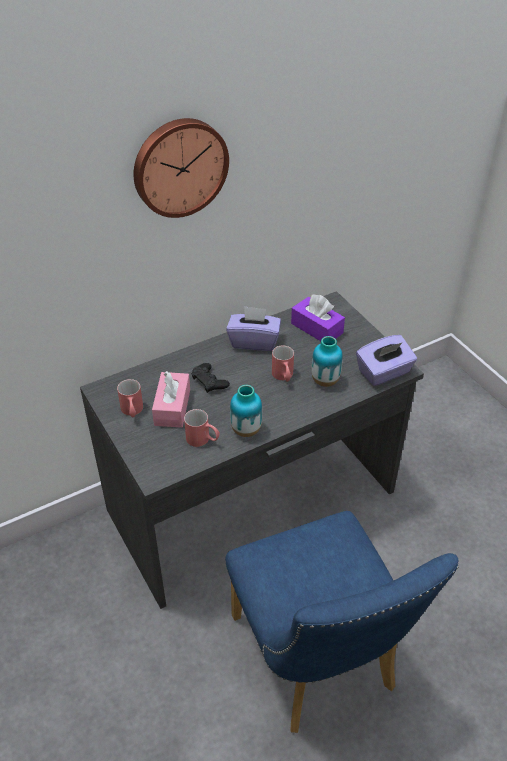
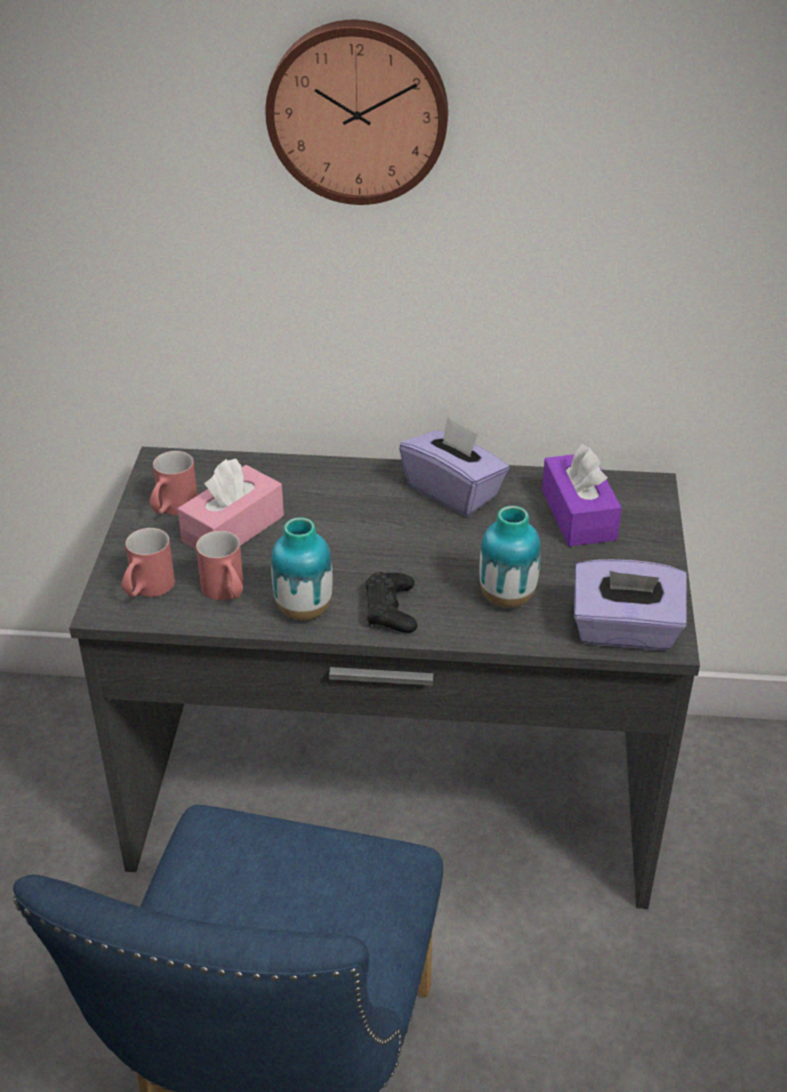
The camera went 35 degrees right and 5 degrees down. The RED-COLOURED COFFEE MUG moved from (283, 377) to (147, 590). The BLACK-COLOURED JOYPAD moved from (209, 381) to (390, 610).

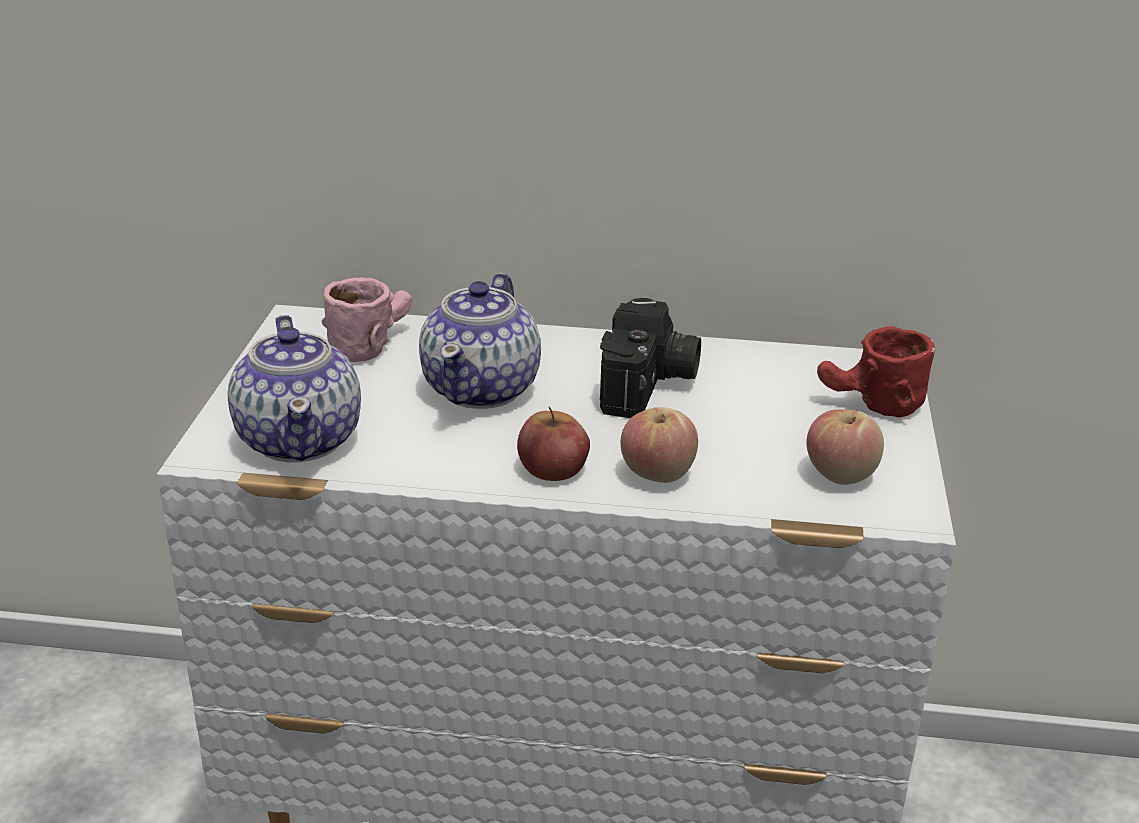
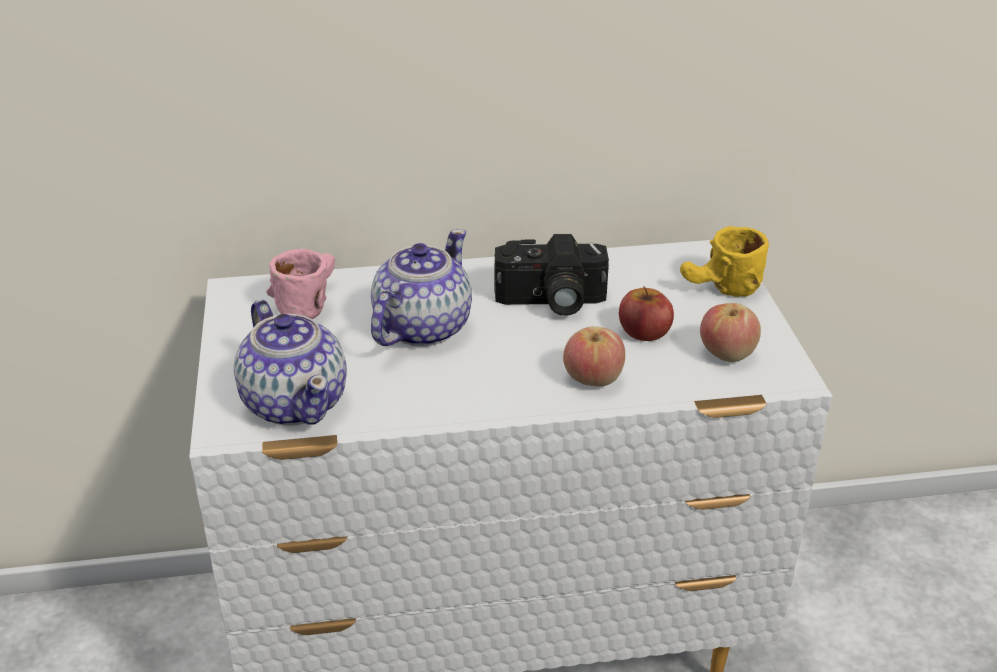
The camera went 15 degrees left and 5 degrees up. The TEA POT at (482, 388) turned 150 degrees counterclockwise. The PHOTO CAMERA at (650, 385) turned 90 degrees clockwise. The RED-COLOURED COFFEE MUG at (870, 406) became the YELLOW-COLOURED COFFEE MUG at (721, 290). The APPLE moved from (552, 468) to (644, 330).

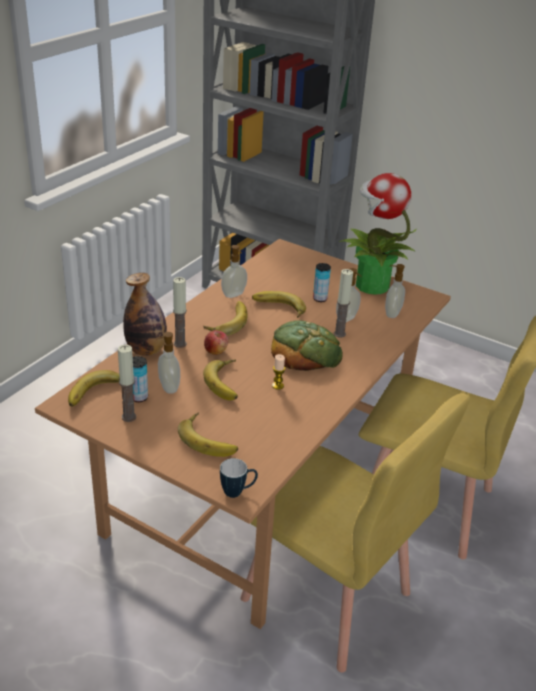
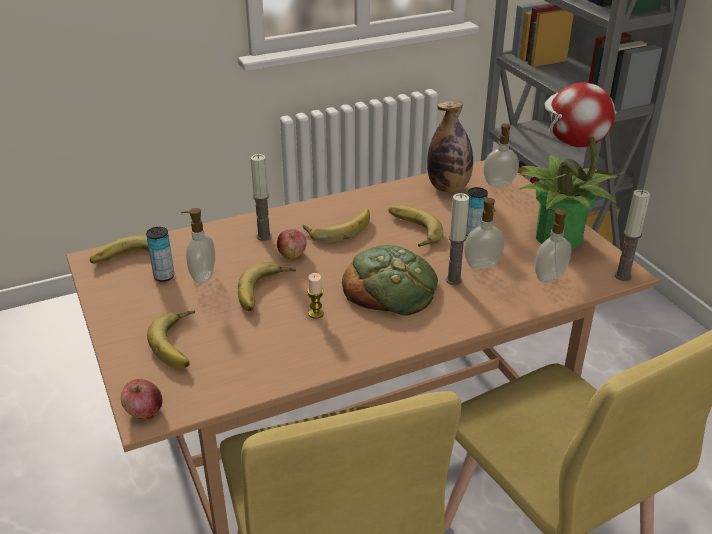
The camera went 35 degrees right and 0 degrees up. The SOAP DISPENSER moved from (234, 295) to (499, 184). The BEVERAGE BOTTLE moved from (146, 350) to (448, 187). The CANDLE moved from (129, 417) to (622, 276). The COFFEE MUG at (238, 492) was replaced by the APPLE at (144, 411).

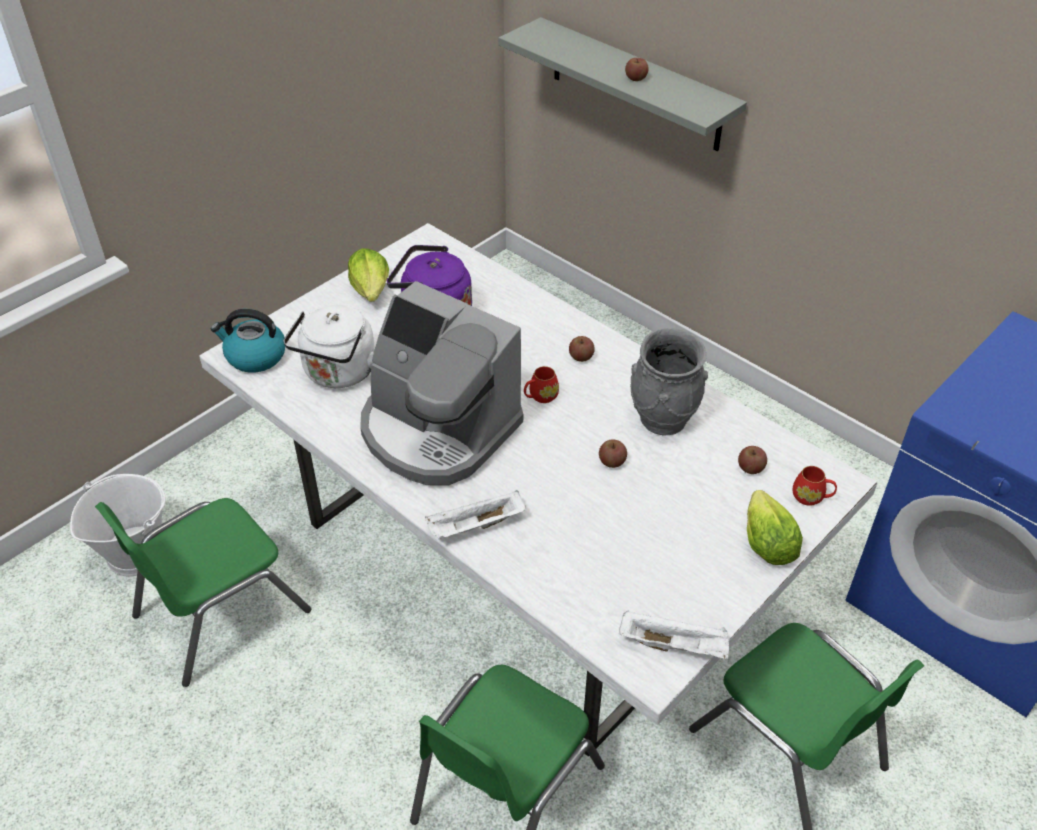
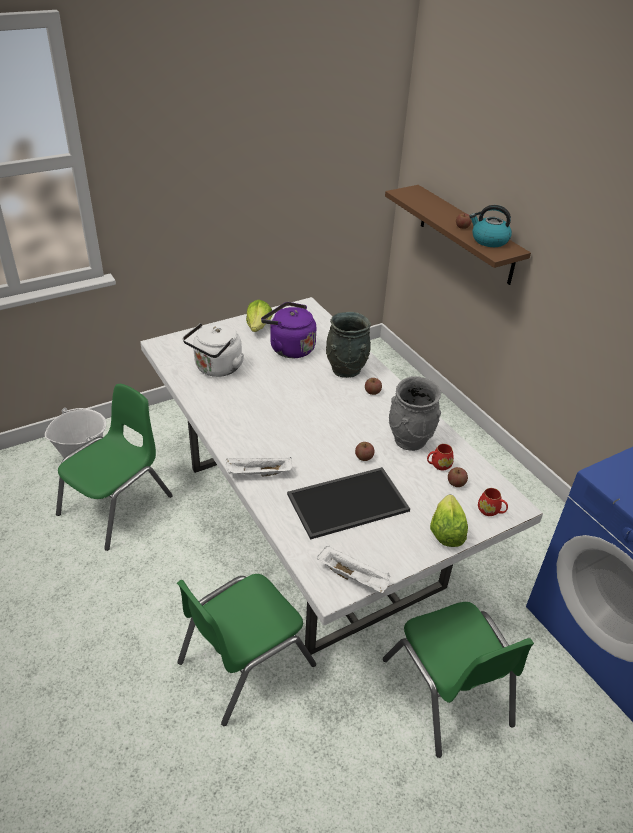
The camera went 15 degrees right and 5 degrees down. The GREY BRACKET SHELF at (635, 85) became the BROWNISH BRACKET SHELF at (466, 234). The COFFEE MACHINE at (437, 430) disappeared. The KETTLE moved from (255, 356) to (489, 240). The RED-COLOURED COFFEE MUG moved from (540, 397) to (438, 465). The GREENISH CHAIR at (220, 612) turned 150 degrees clockwise. The GREY VASE at (346, 369) appeared. The SERVING TRAY at (348, 501) appeared.

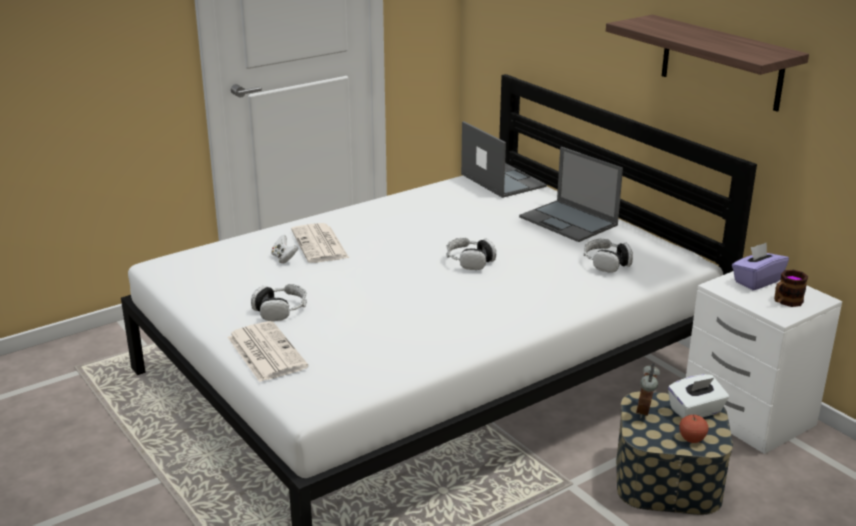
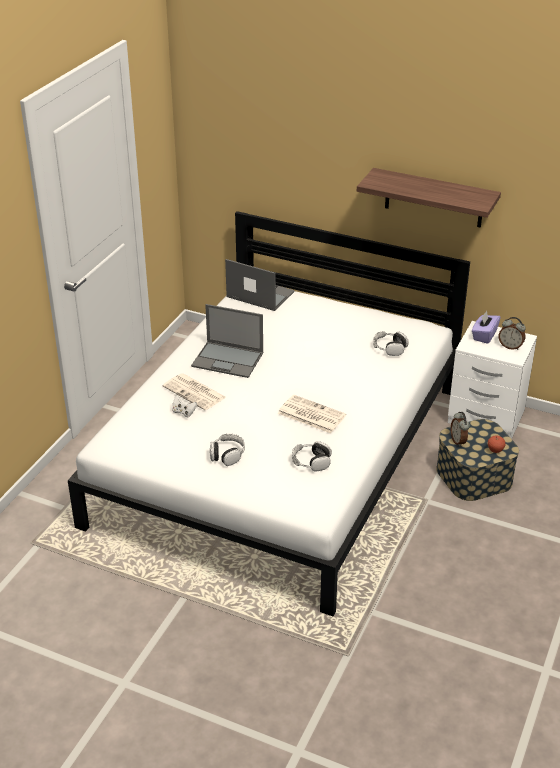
The camera went 30 degrees left and 10 degrees up. The PORTABLE COMPUTER moved from (569, 221) to (228, 360). The HEADPHONES moved from (470, 261) to (311, 462). The COFFEE MUG at (786, 302) was replaced by the TABLE CLOCK at (510, 346). The NEWSPAPER moved from (265, 352) to (310, 414). The WHITE-COLOURED TISSUE BOX at (696, 411) disappeared.

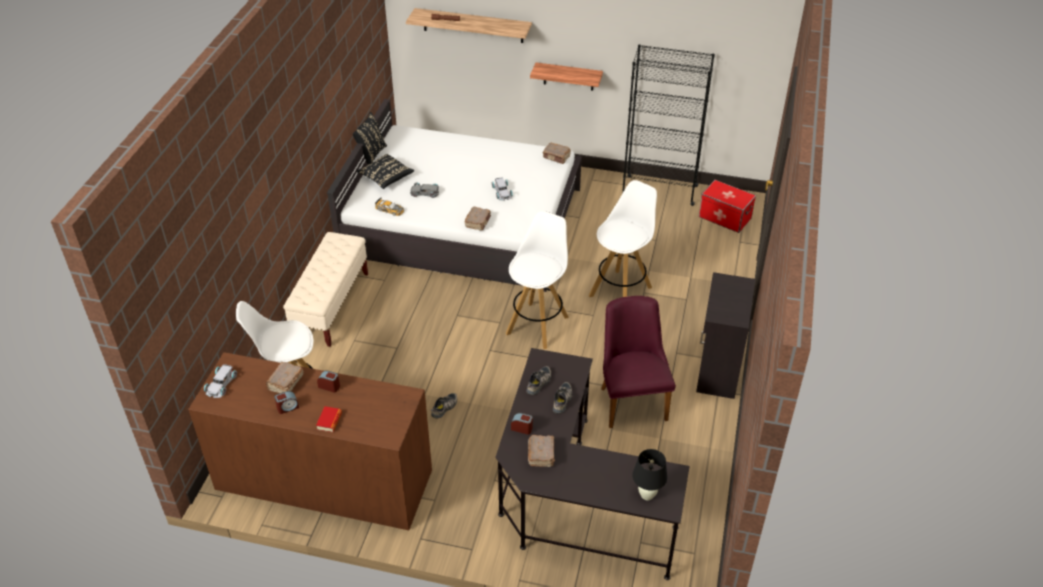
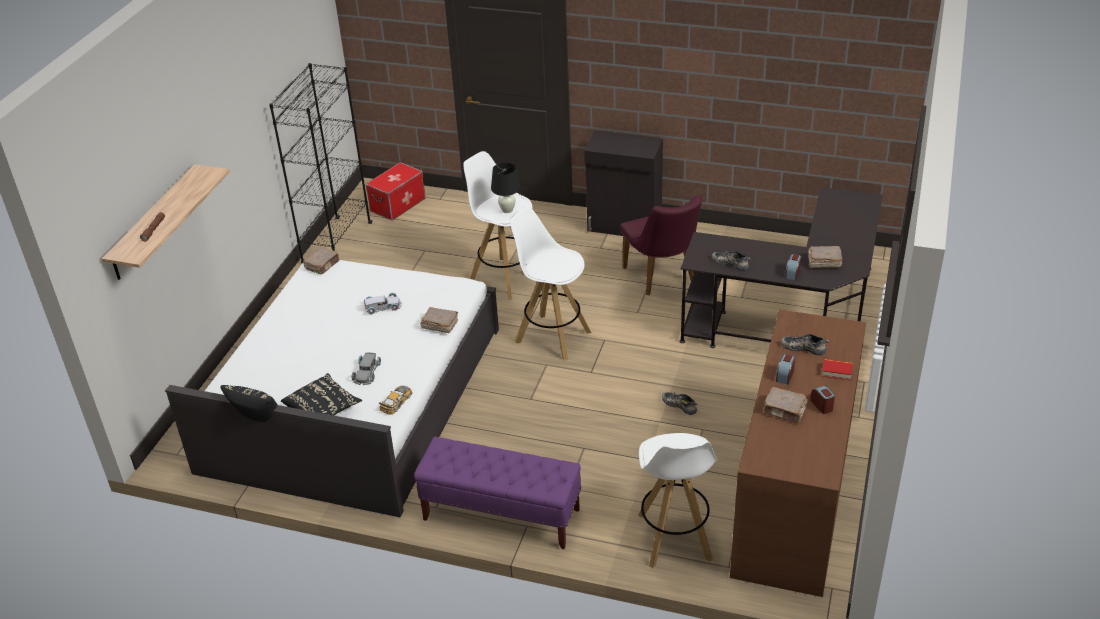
The camera went 85 degrees left and 5 degrees down. The BRACKET SHELF at (568, 76) disappeared. The BEIGE LONG SEAT at (331, 306) became the PURPLE-COLOURED LONG SEAT at (501, 515). The PURPLE-COLOURED CHAIR at (631, 398) turned 105 degrees counterclockwise. The WHITE-COLOURED MODEL CAR at (220, 384) disappeared. The SHOE moved from (563, 400) to (804, 347). The BLACK-COLOURED LAMP FOR A TABLE moved from (647, 495) to (507, 210).

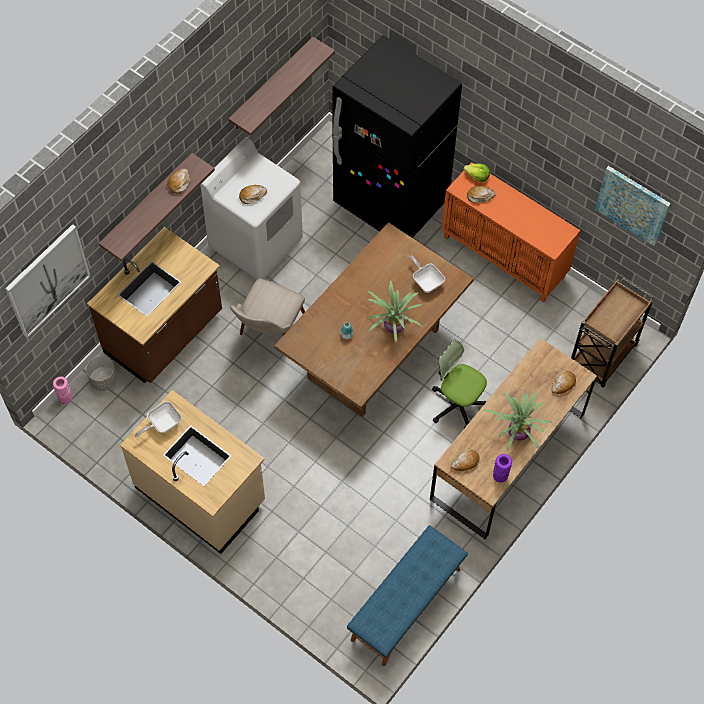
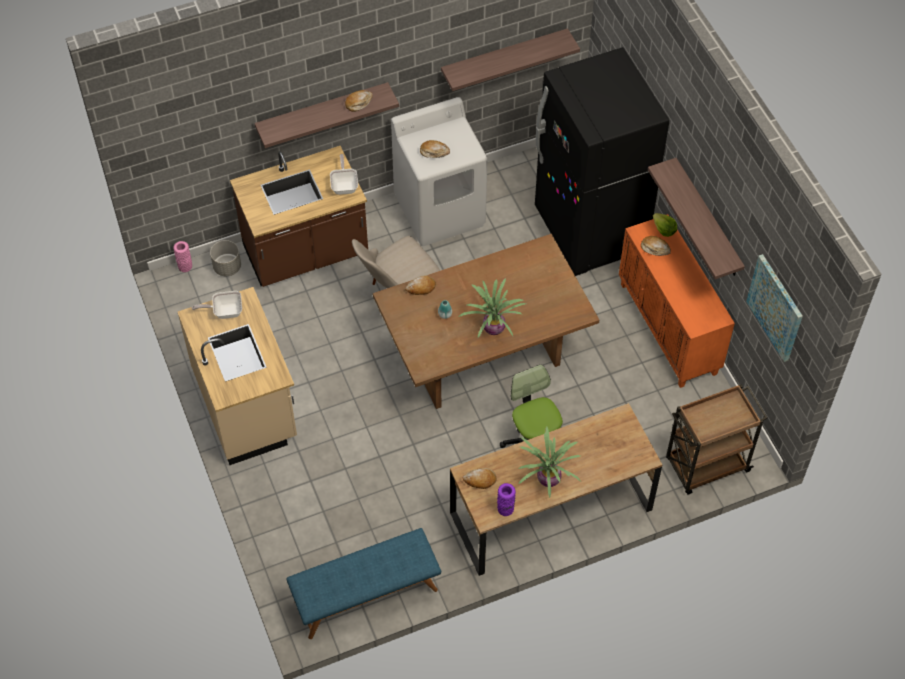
The camera went 30 degrees right and 5 degrees down. The PICTURE at (47, 280) disappeared. The PAN moved from (426, 281) to (344, 185). The BREAD moved from (563, 384) to (421, 288). The BRACKET SHELF at (707, 219) appeared.

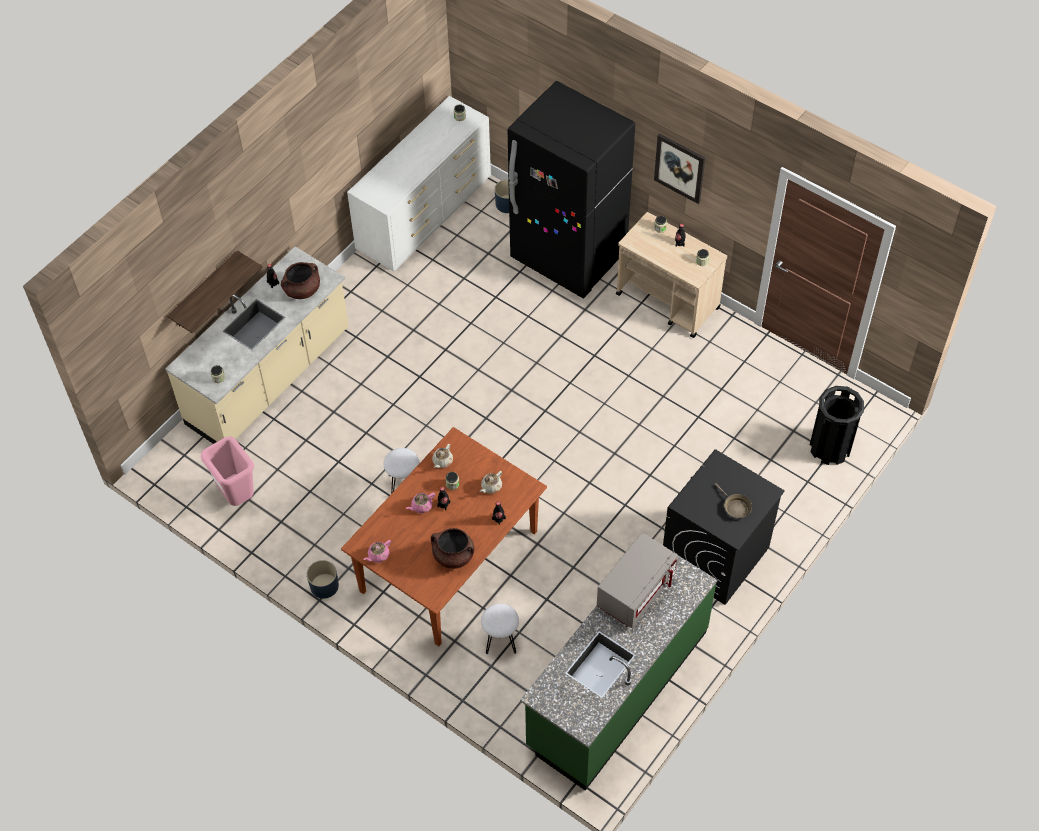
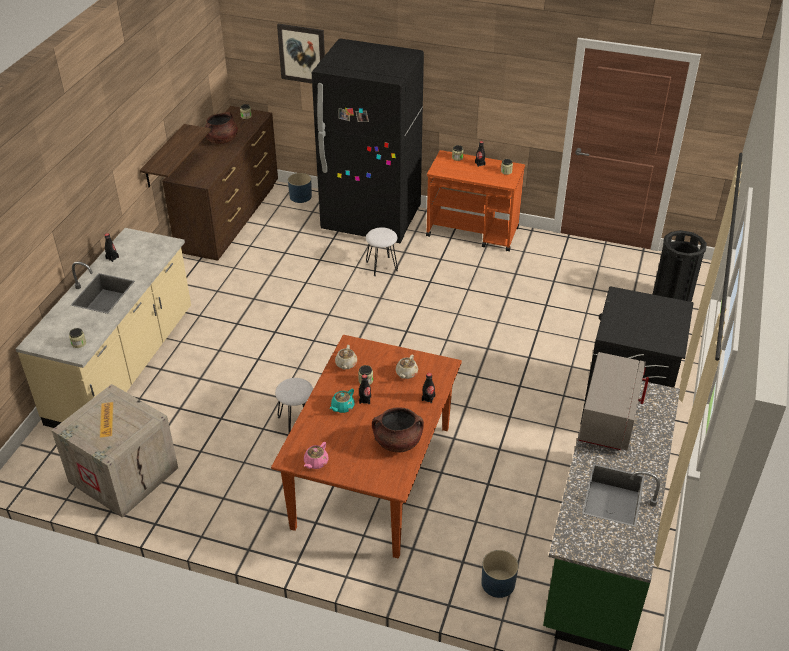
The camera went 20 degrees left and 15 degrees down. The WHITE-COLOURED DRESSER at (425, 216) became the BROWNISH DRESSER at (230, 218). The PICTURE moved from (680, 168) to (302, 54). The BEIGE TROLLEY at (668, 301) became the ORANGEY TROLLEY at (473, 232). The BRACKET SHELF moved from (204, 291) to (164, 157). The BROWNISH COOKING POT moved from (302, 290) to (222, 140). The PINKISH TRASH CAN at (237, 496) was replaced by the PACKING CRATE at (122, 475). The BROWNISH PAN at (735, 507) disappeared. The PINKISH TEA POT at (421, 506) became the BLUE-GREEN TEA POT at (342, 407). The BLUE FLOWER POT moved from (324, 586) to (498, 583). The WHITE-COLOURED STOOL moved from (500, 640) to (381, 266).

